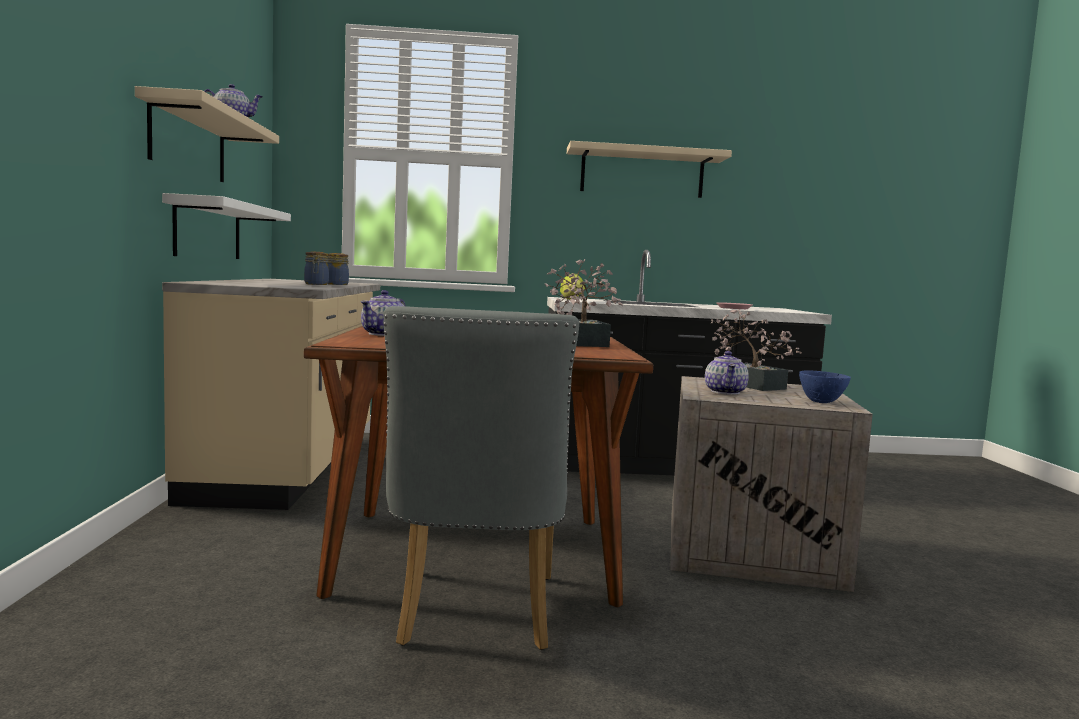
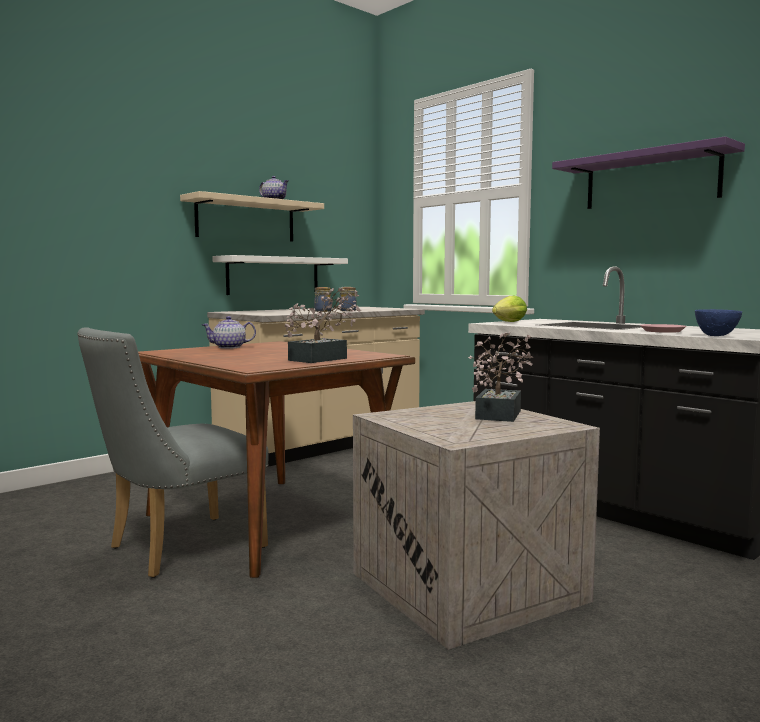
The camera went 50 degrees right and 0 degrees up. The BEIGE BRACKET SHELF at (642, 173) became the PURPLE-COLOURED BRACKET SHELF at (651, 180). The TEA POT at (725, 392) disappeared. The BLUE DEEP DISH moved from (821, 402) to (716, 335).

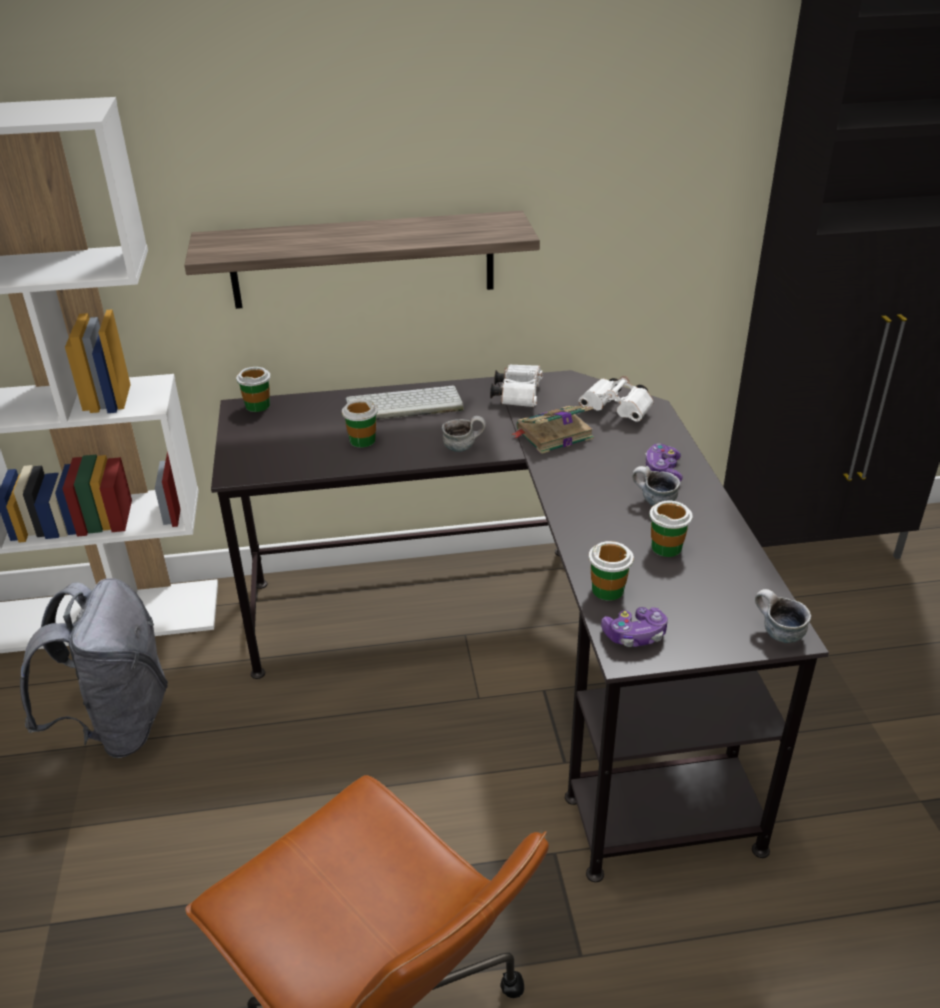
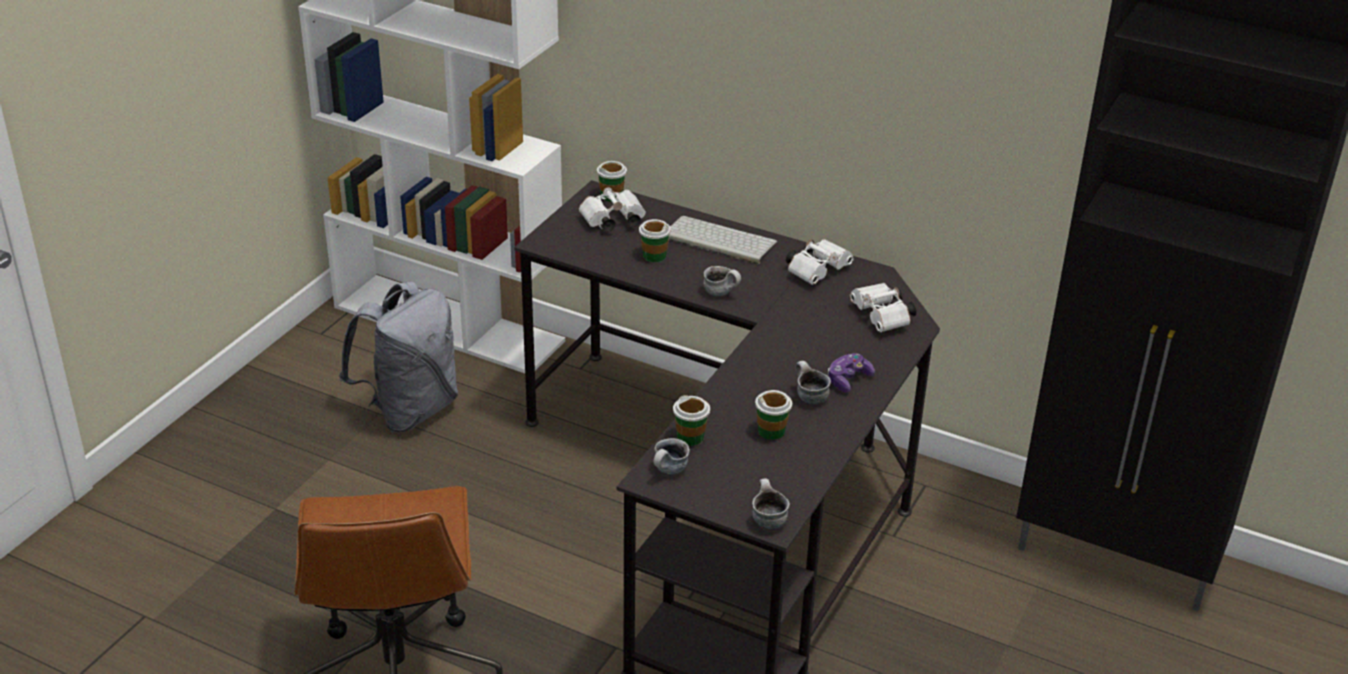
The camera went 35 degrees right and 0 degrees up. The BRACKET SHELF at (363, 260) disappeared. The BOUND BOOK at (552, 435) disappeared. The JOYPAD at (635, 635) was replaced by the COFFEE MUG at (669, 472). The WHITE-COLOURED BINOCULARS at (611, 222) appeared.

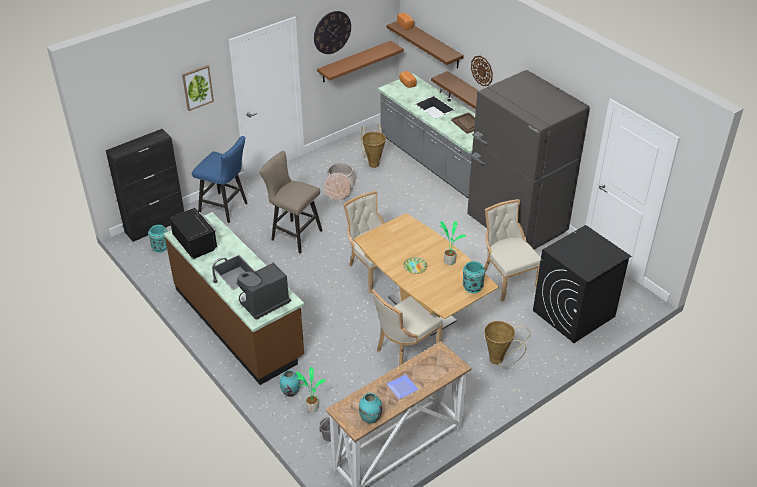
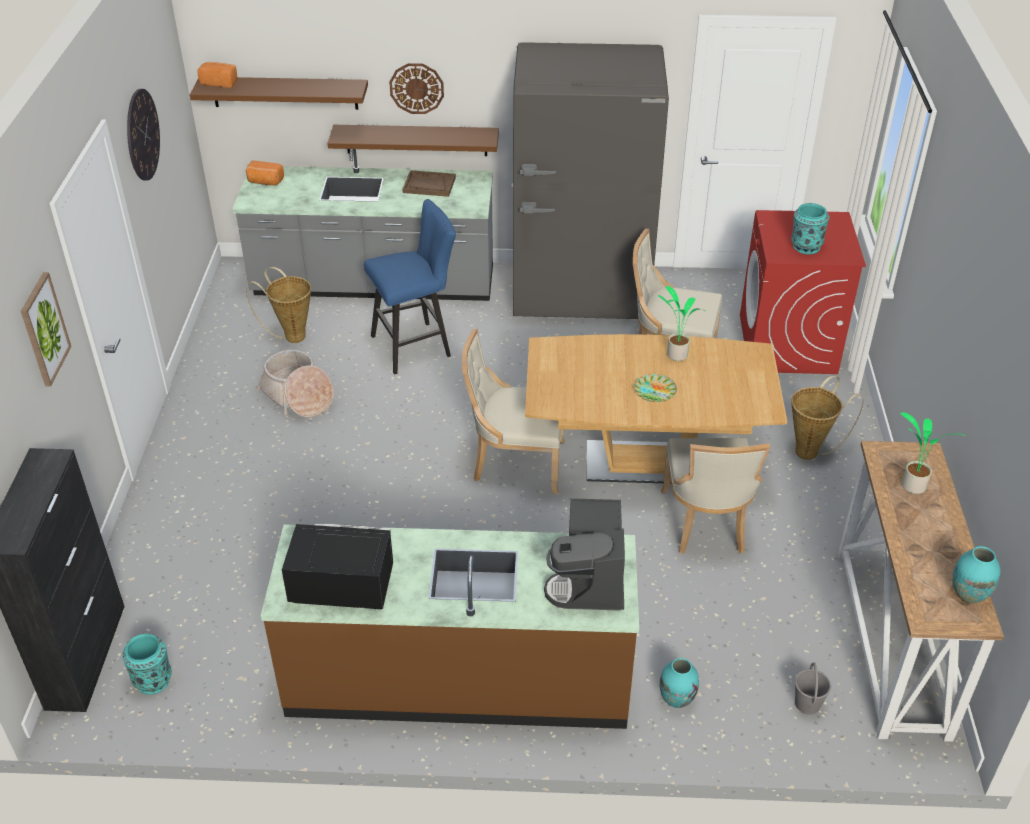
The camera went 50 degrees left and 0 degrees up. The BROWNISH BRACKET SHELF at (354, 62) disappeared. The BLUE STOOL moved from (226, 209) to (416, 345). The BEIGE STOOL at (293, 235) disappeared. The BLACK-COLOURED LAUNDRY APPLIANCE at (573, 314) became the RED-COLOURED LAUNDRY APPLIANCE at (788, 344). The BLUE-GREEN VASE moved from (472, 287) to (805, 247). The POTTED PLANT moved from (311, 407) to (911, 486). The FLAT DISH at (402, 386) disappeared.

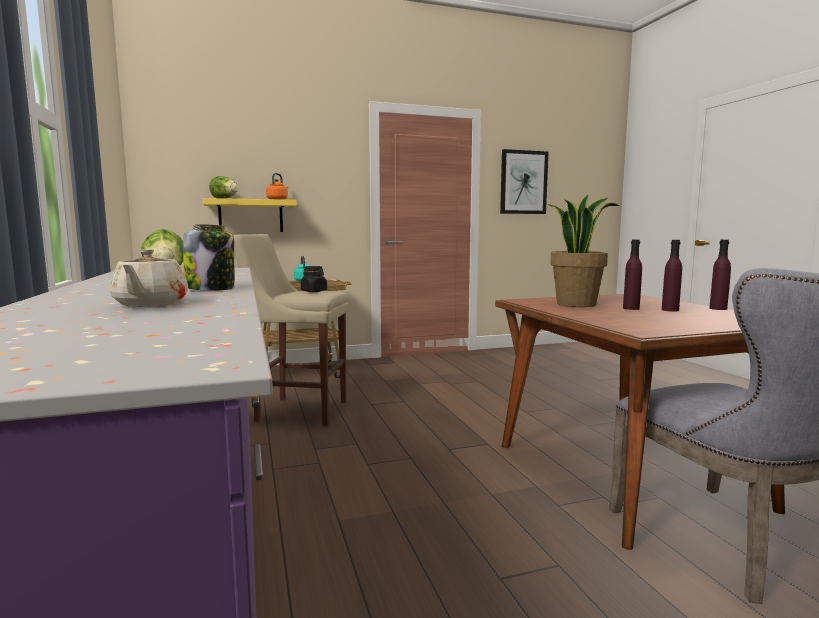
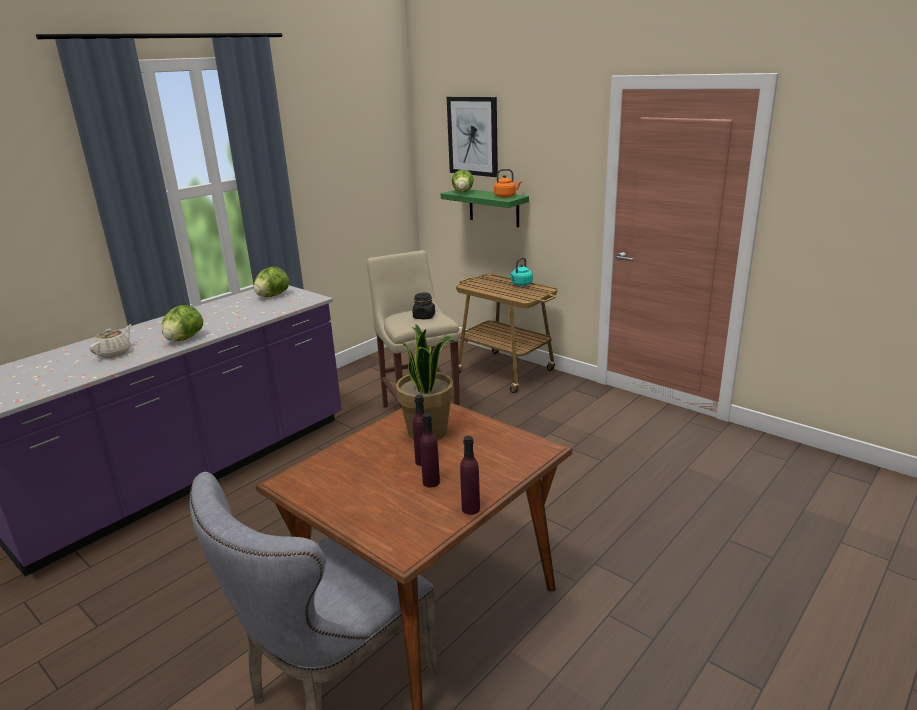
The camera went 60 degrees right and 15 degrees up. The PICTURE moved from (523, 182) to (473, 136). The YELLOW-COLOURED BRACKET SHELF at (251, 216) became the GREENISH BRACKET SHELF at (494, 207). The PRESERVE JAR at (211, 288) was replaced by the LETTUCE at (184, 339). The BEIGE TEA POT at (150, 304) turned 150 degrees clockwise.

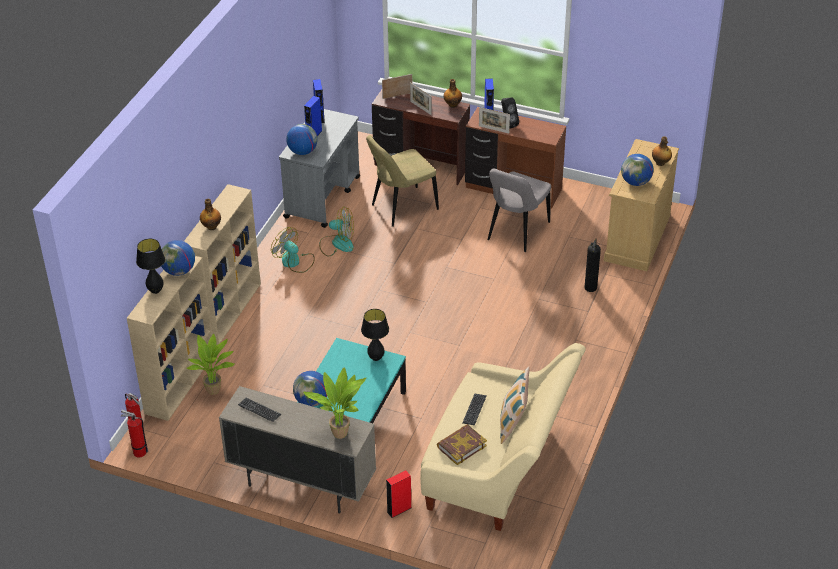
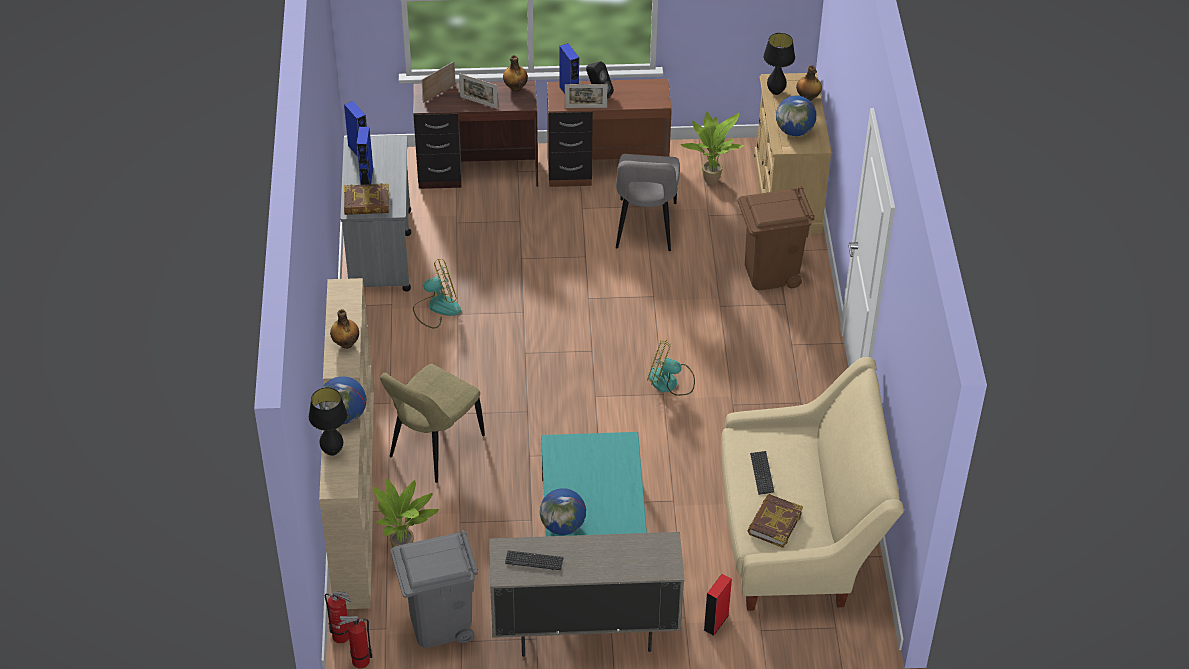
The camera went 25 degrees left and 5 degrees up. The WORLD GLOBE at (302, 151) was replaced by the BOUND BOOK at (366, 203). The BEIGE CHAIR moved from (401, 208) to (433, 449). The FAN moved from (294, 262) to (670, 382). The FIRE EXTINGUISHER at (590, 287) was replaced by the BROWNISH TRASH CAN at (770, 273). The BLACK-COLOURED LAMP FOR A TABLE moved from (376, 358) to (776, 92). The THROW PILLOW at (513, 424) disappeared. The POTTED PLANT moved from (340, 432) to (710, 179). The GREY TRASH CAN at (439, 623) appeared.

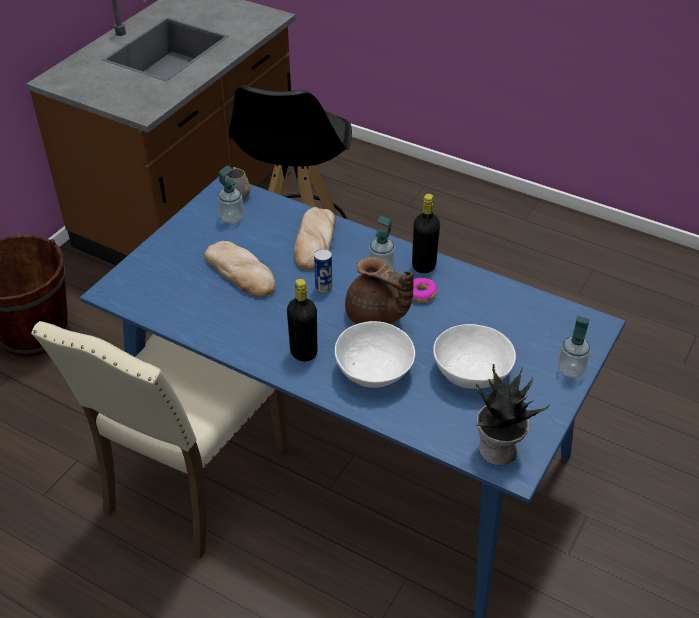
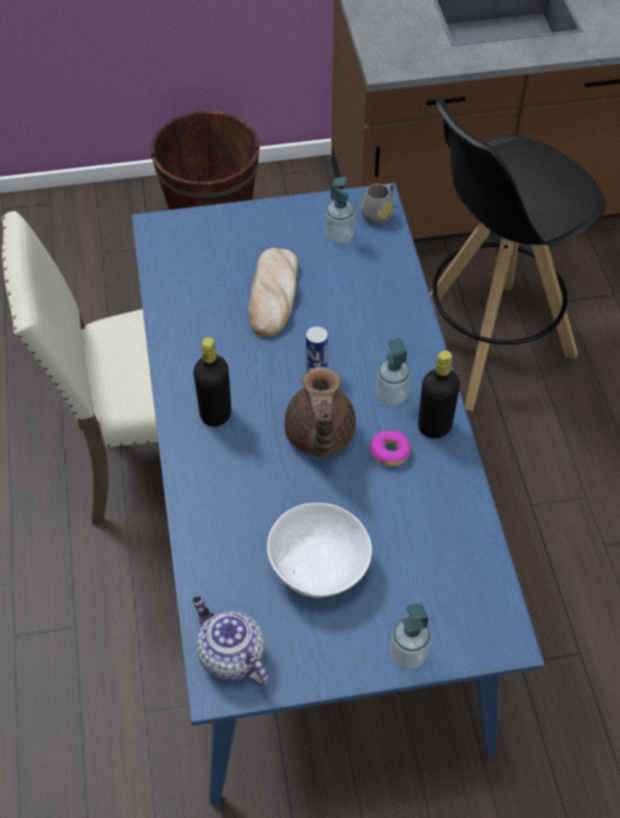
The camera went 50 degrees right and 10 degrees up. The BREAD at (315, 241) disappeared. The WHITE-COLOURED DEEP DISH at (374, 371) disappeared. The POTTED PLANT at (498, 451) was replaced by the TEA POT at (230, 656).

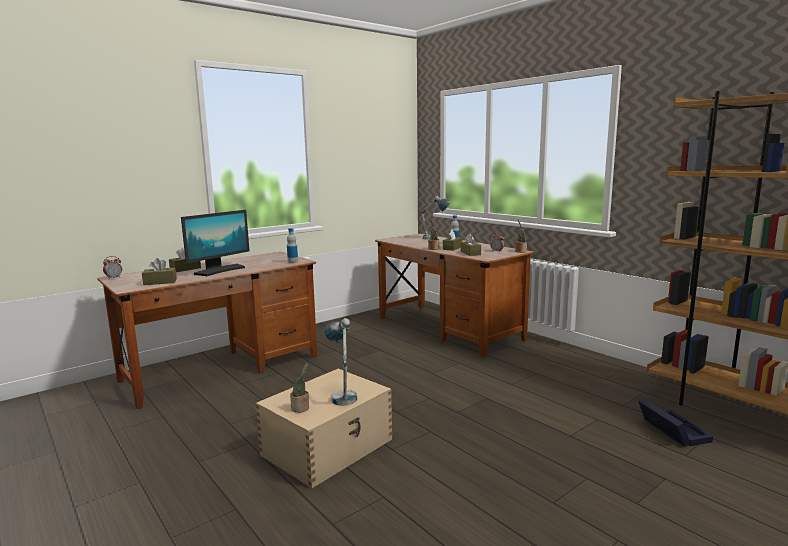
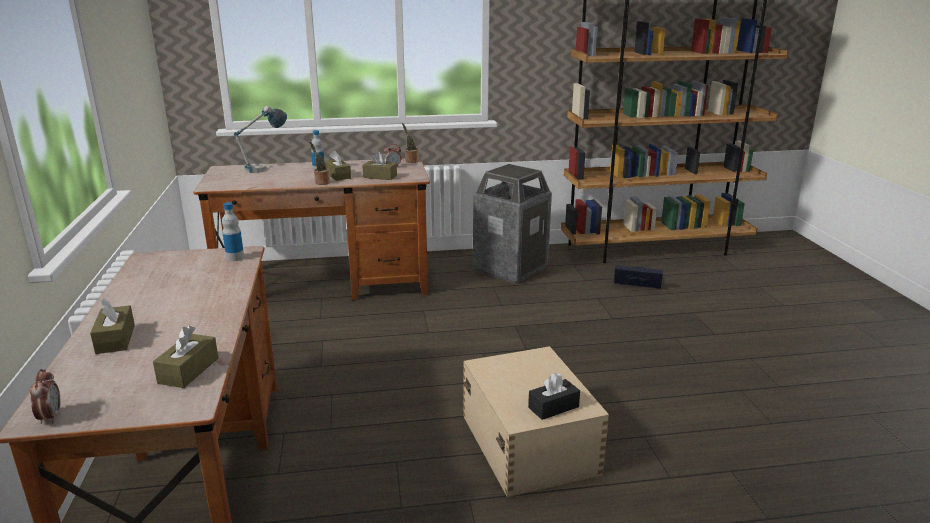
The camera went 60 degrees left and 10 degrees up. The COMPUTER DISPLAY at (219, 270) disappeared. The LAMP FOR A TABLE at (341, 394) disappeared. The POTTED PLANT at (301, 408) was replaced by the BLACK-COLOURED TISSUE BOX at (553, 407). The TRASH CAN at (510, 268) appeared.

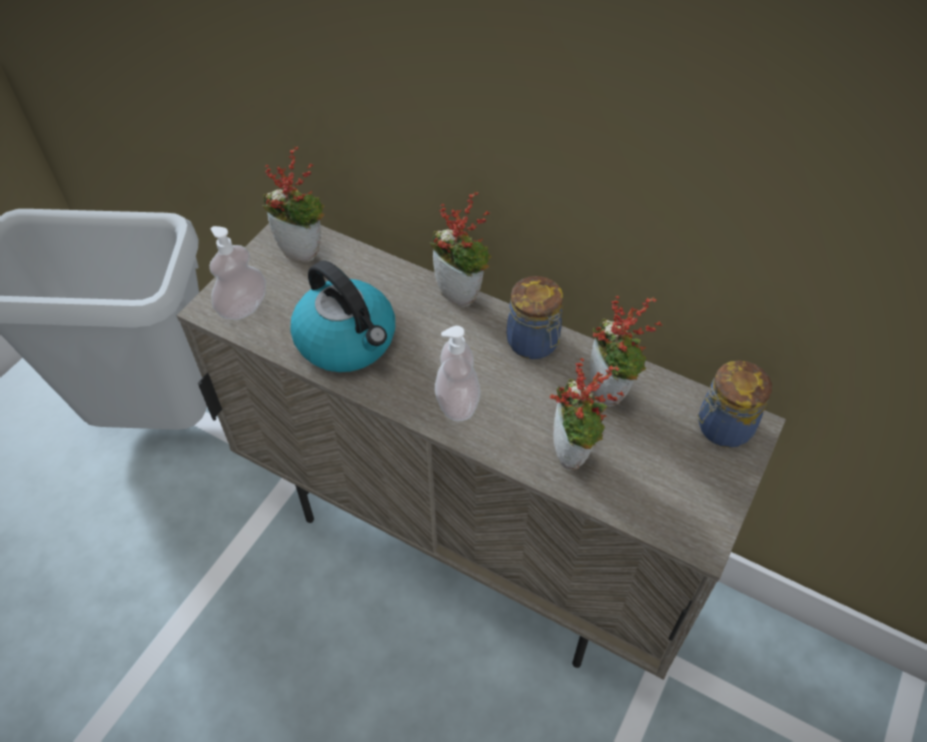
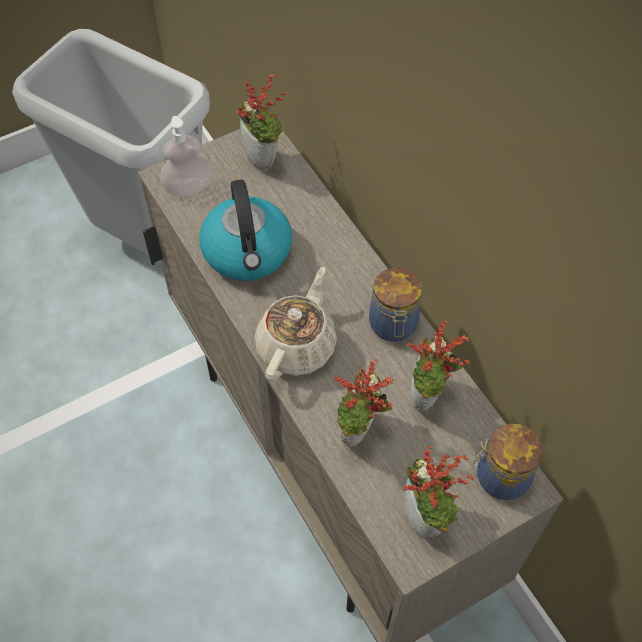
The camera went 30 degrees right and 5 degrees up. The POTTED PLANT moved from (462, 294) to (426, 519). The SOAP DISPENSER at (457, 403) was replaced by the BEIGE TEA POT at (297, 345).

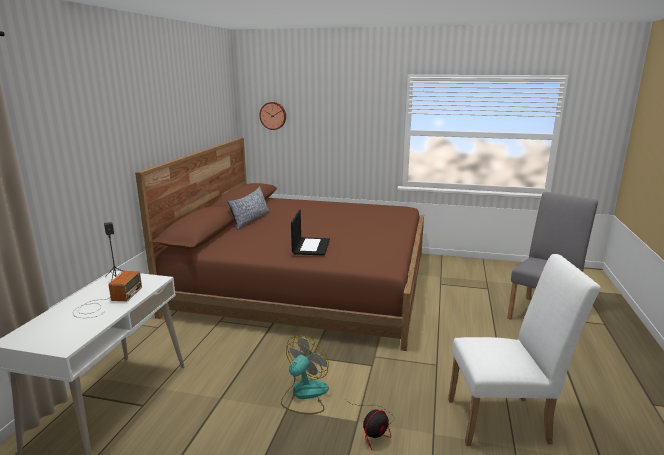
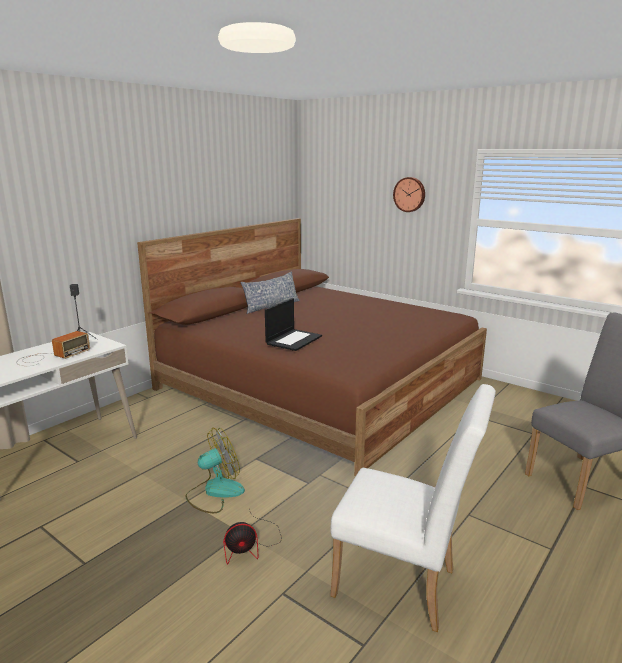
The camera went 25 degrees right and 0 degrees up. The WALL CLOCK moved from (273, 115) to (409, 194).

